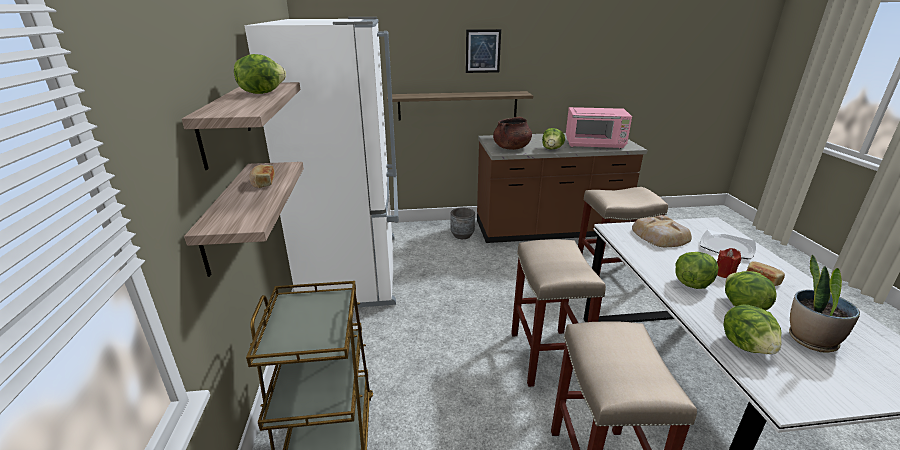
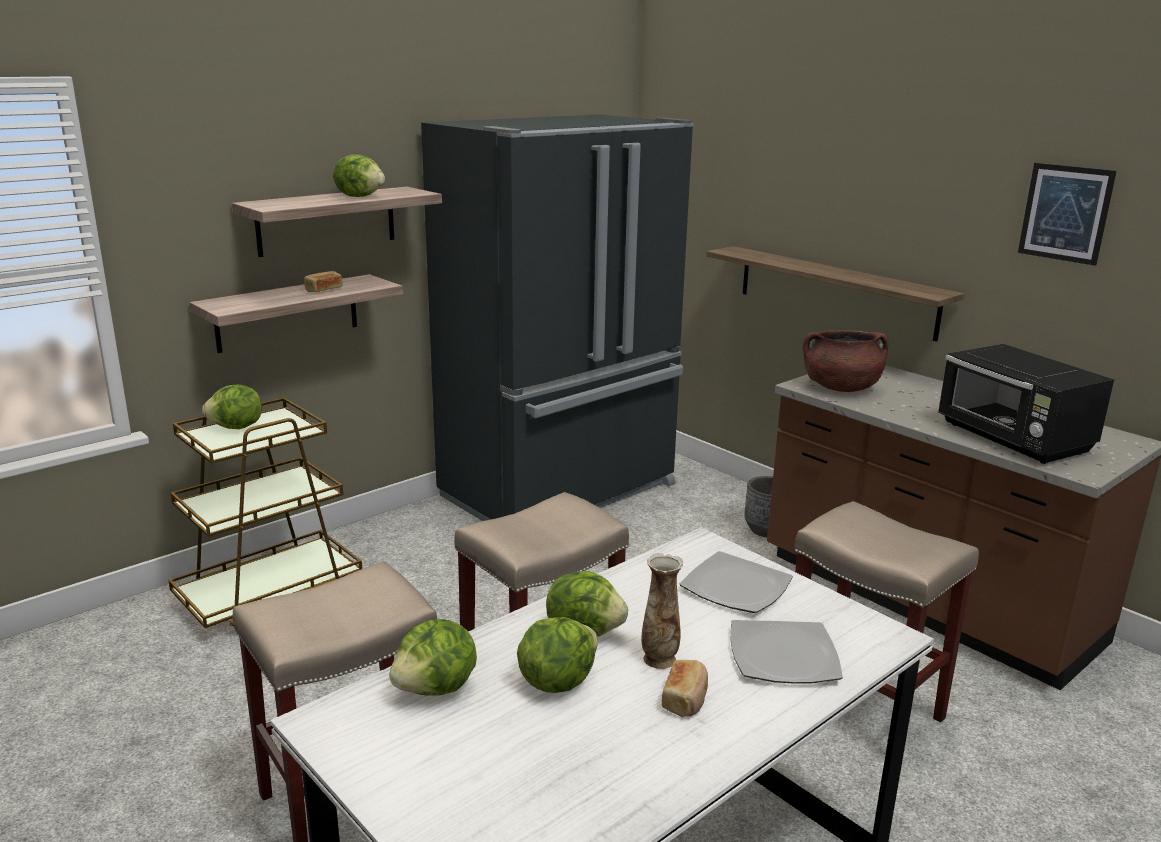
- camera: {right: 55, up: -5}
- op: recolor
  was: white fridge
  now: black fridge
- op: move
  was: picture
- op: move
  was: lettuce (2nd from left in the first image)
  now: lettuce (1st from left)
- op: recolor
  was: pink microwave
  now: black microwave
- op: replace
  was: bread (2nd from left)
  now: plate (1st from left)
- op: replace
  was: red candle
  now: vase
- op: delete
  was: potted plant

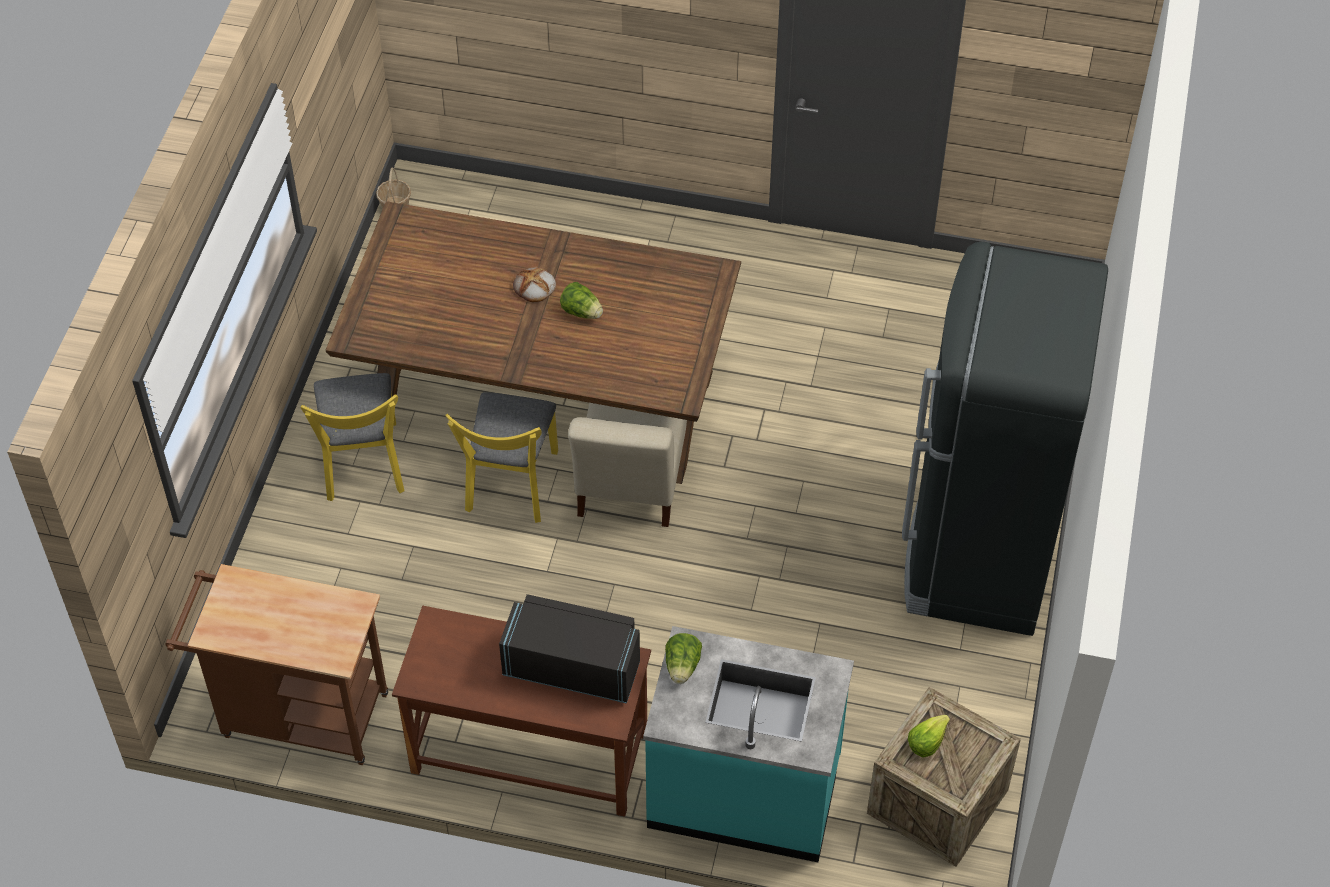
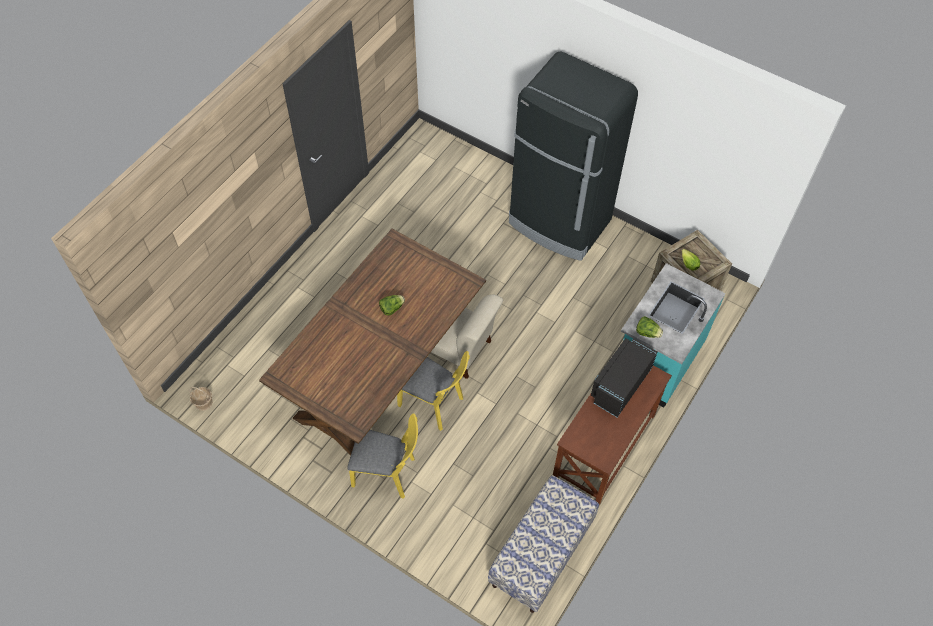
- camera: {right: -70, up: 5}
- op: replace
  was: brown cart
  now: bench
- op: delete
  was: bread

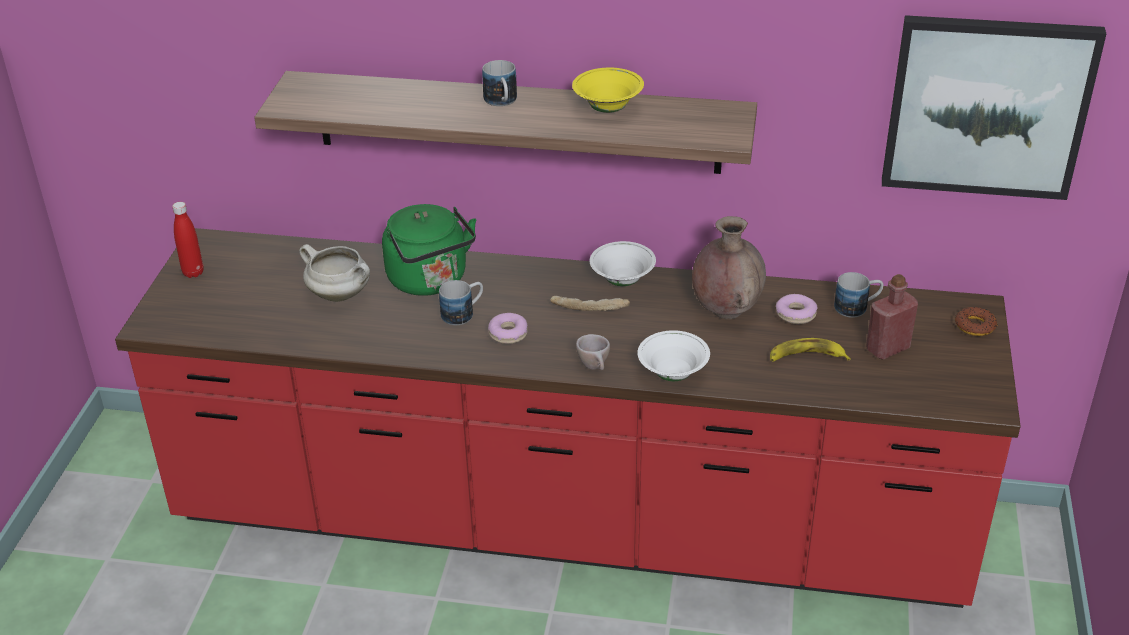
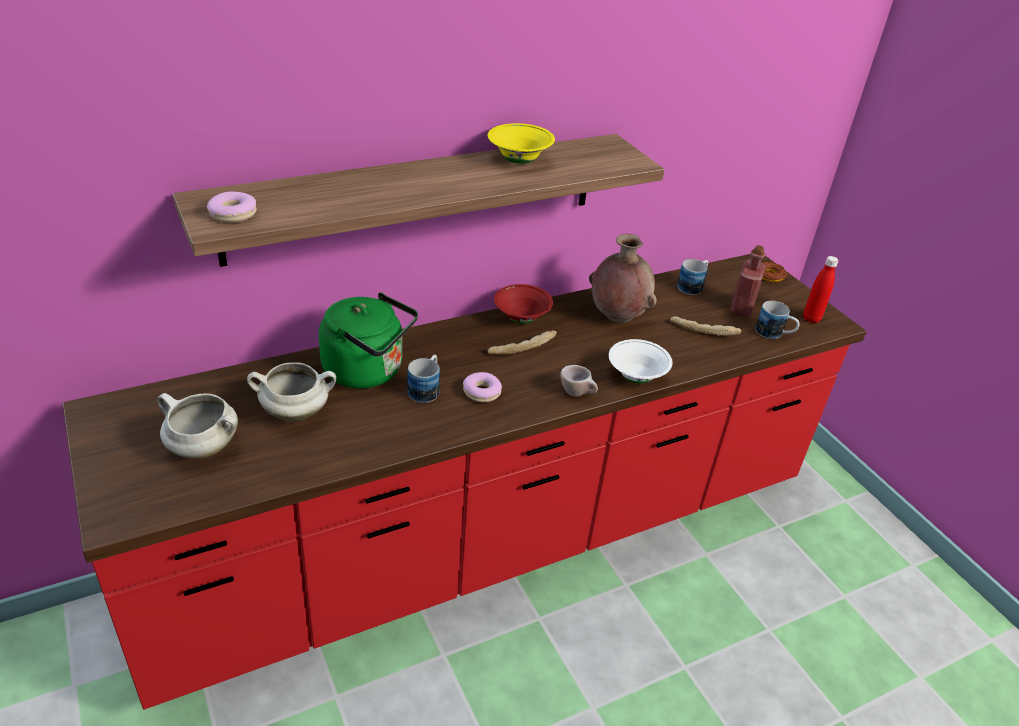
- camera: {right: -40, up: 0}
- op: move
  was: red bottle (1st from left in the first image)
  now: red bottle (2nd from left)
- op: move
  was: mug (2nd from left in the first image)
  now: mug (3rd from left)
- op: recolor
  was: white bowl (1st from left)
  now: red bowl
- op: replace
  was: banana
  now: bread (2nd from left)
- op: move
  was: donut (2nd from left in the first image)
  now: donut (1st from left)
- op: delete
  was: picture
- op: insert
  now: white cooking pot (1st from left)

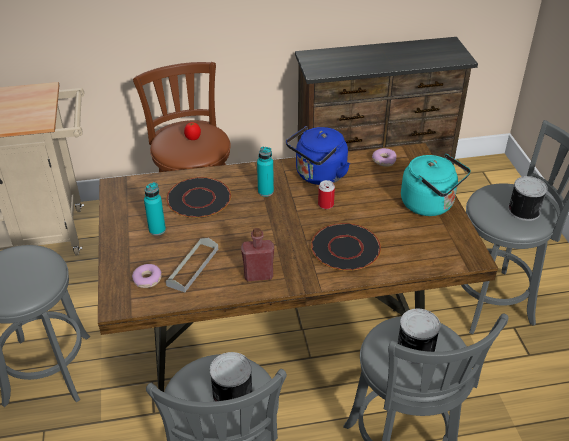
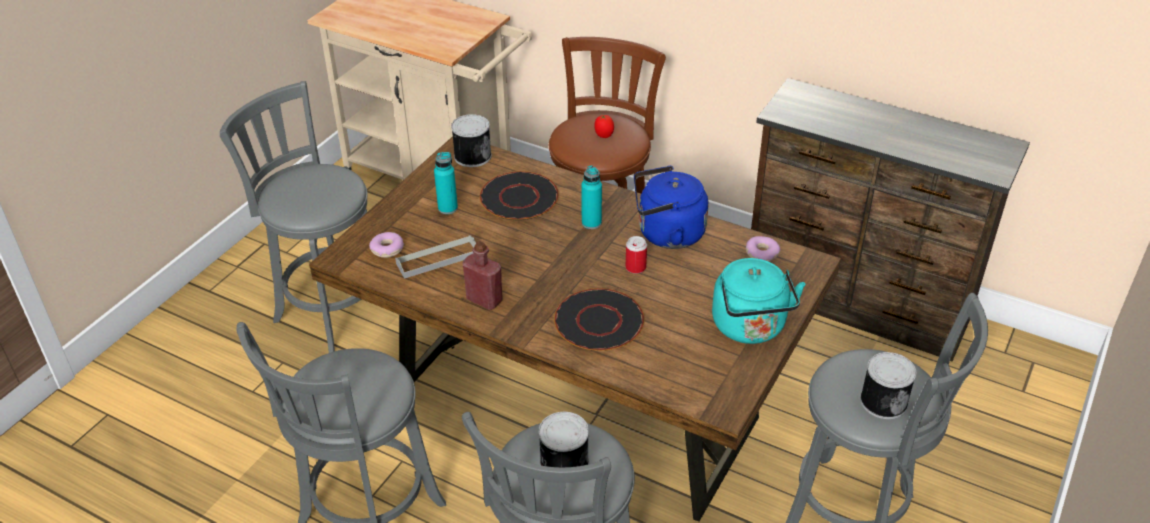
- camera: {right: 40, up: 0}
- op: move
  was: can (1st from left)

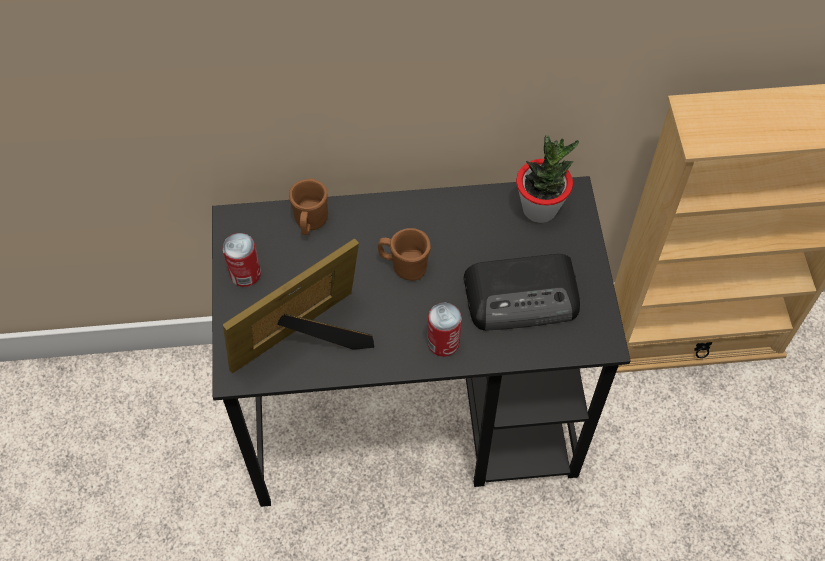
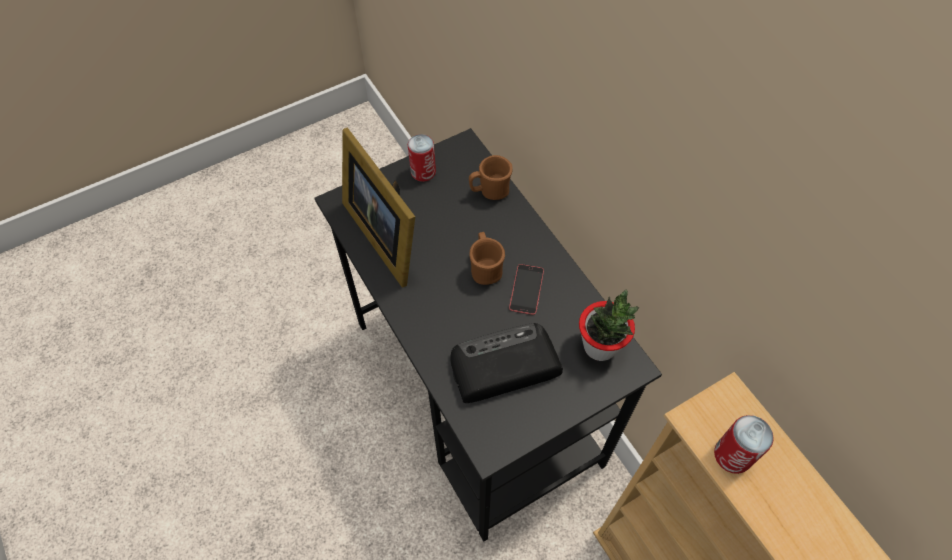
- camera: {right: 65, up: 0}
- op: rotate
  was: picture frame
  clockwise: -150
- op: move
  was: can (2nd from left)
- op: rotate
  was: radio
  clockwise: 105
- op: insert
  now: phone

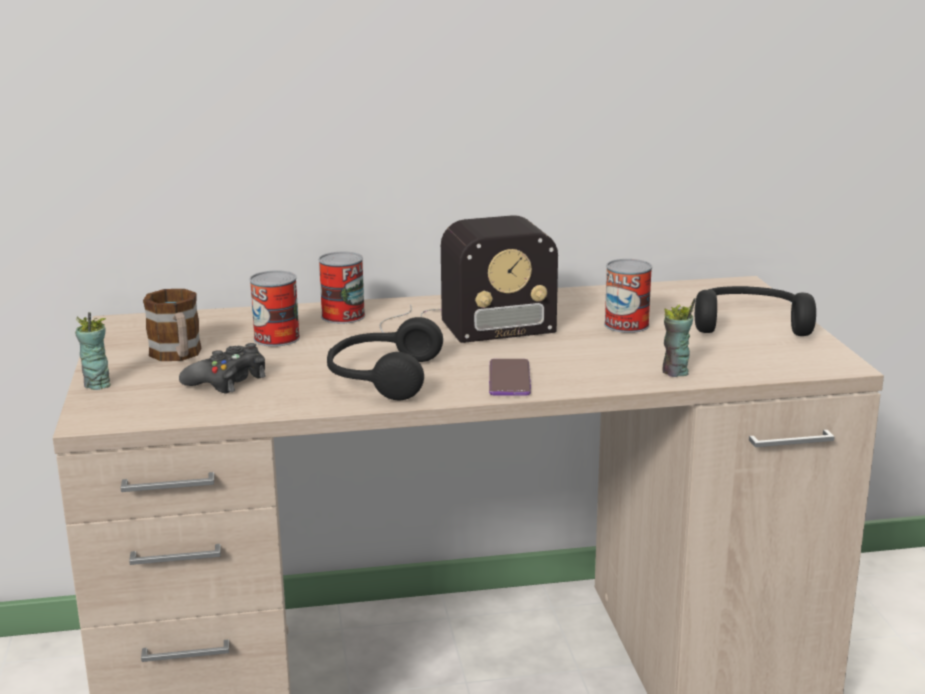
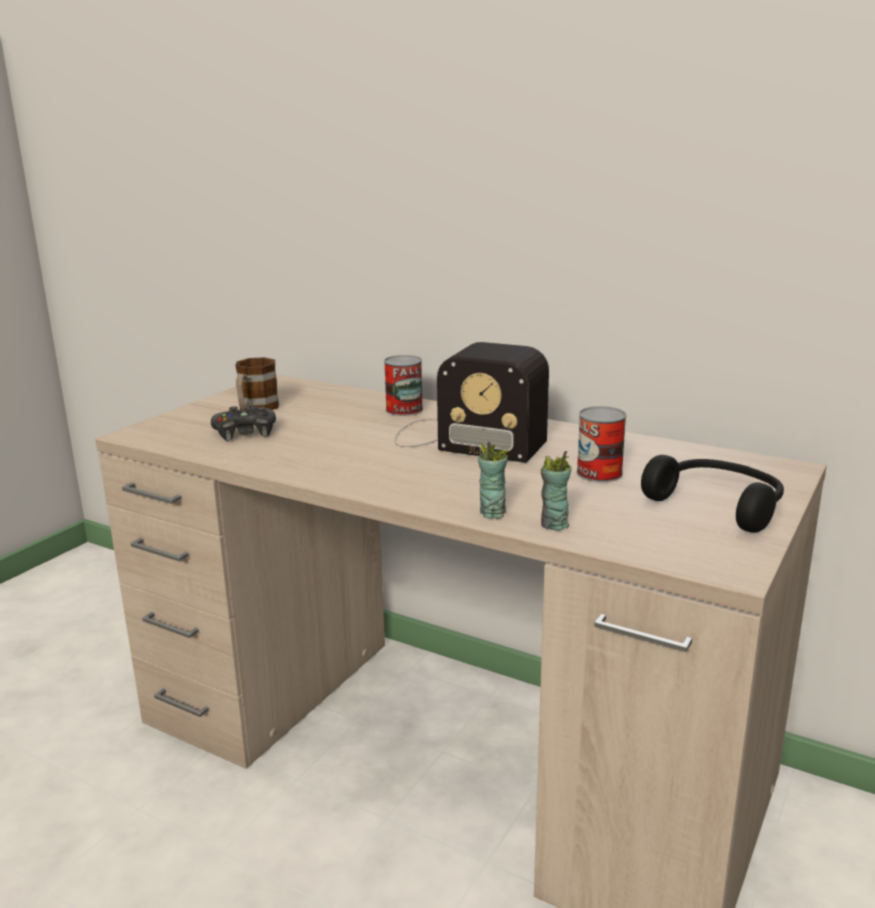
- camera: {right: 40, up: 0}
- op: move
  was: cup (1st from left)
- op: delete
  was: can (1st from left)
- op: delete
  was: black headphones (1st from left)
- op: delete
  was: phone

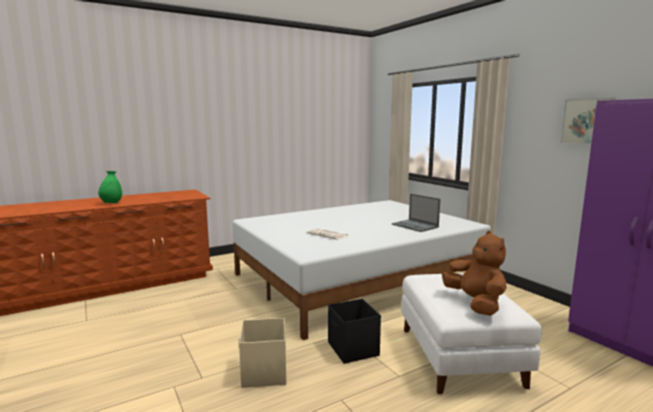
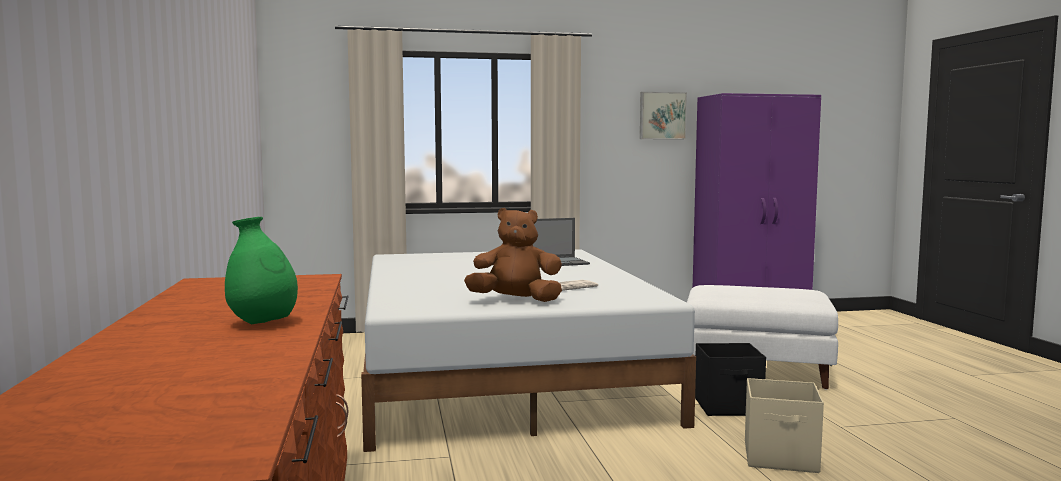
- camera: {right: -70, up: -5}
- op: move
  was: brown plush toy

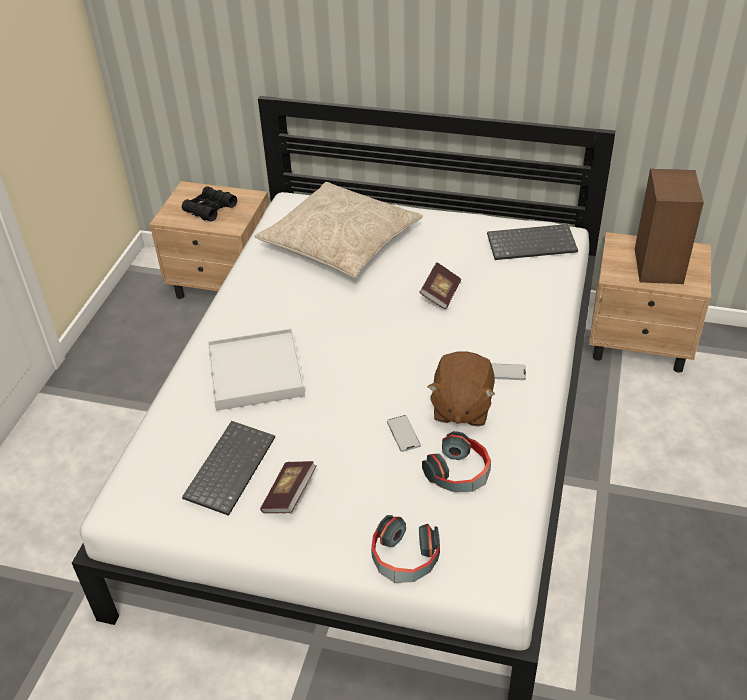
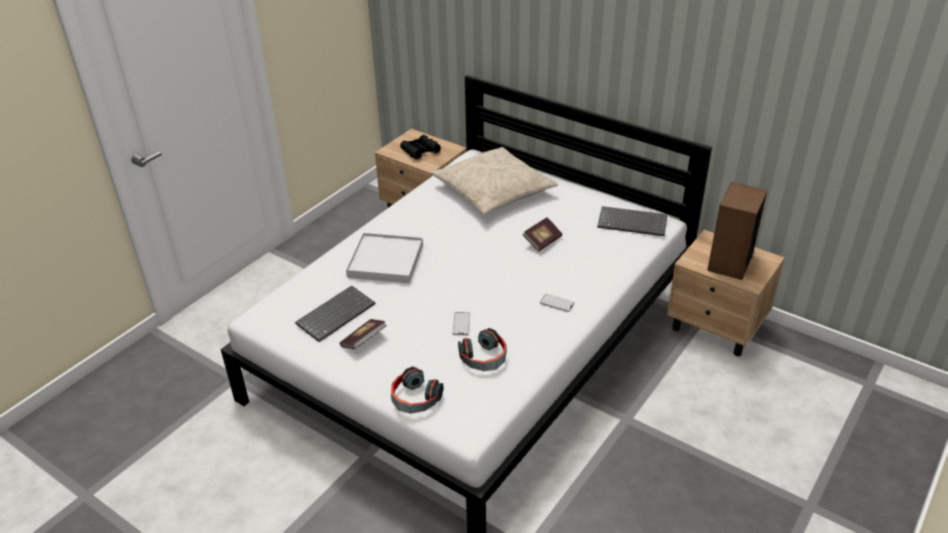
- camera: {right: 20, up: -5}
- op: delete
  was: brown plush toy

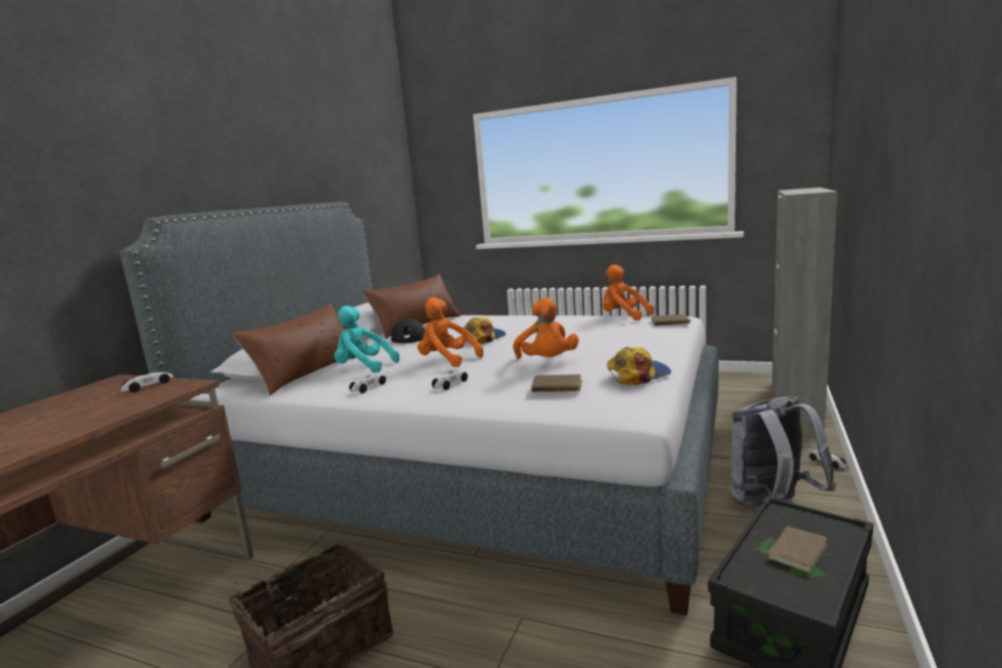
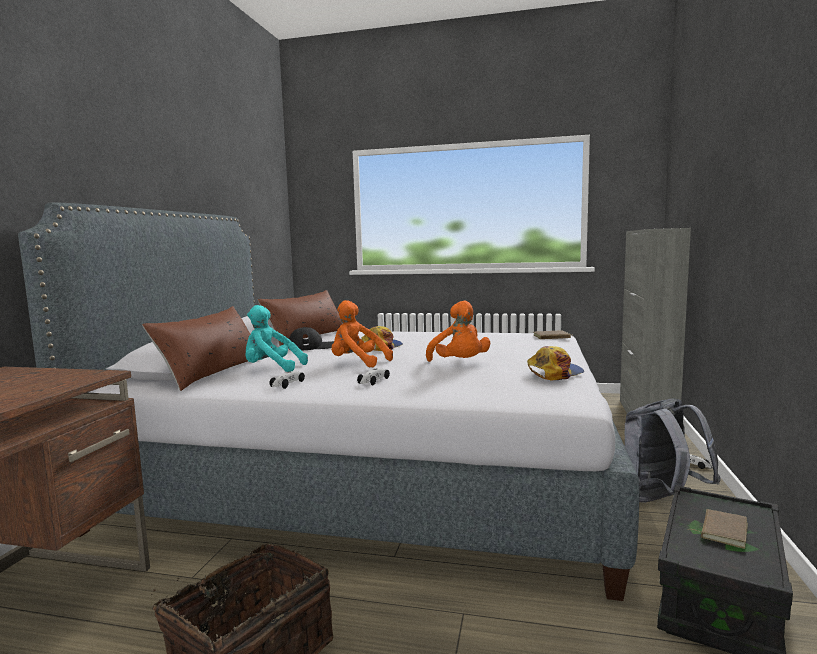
- camera: {right: -10, up: -5}
- op: delete
  was: toy car (1st from left)
- op: delete
  was: brown book (1st from left)
- op: delete
  was: orange plush toy (3rd from left)

